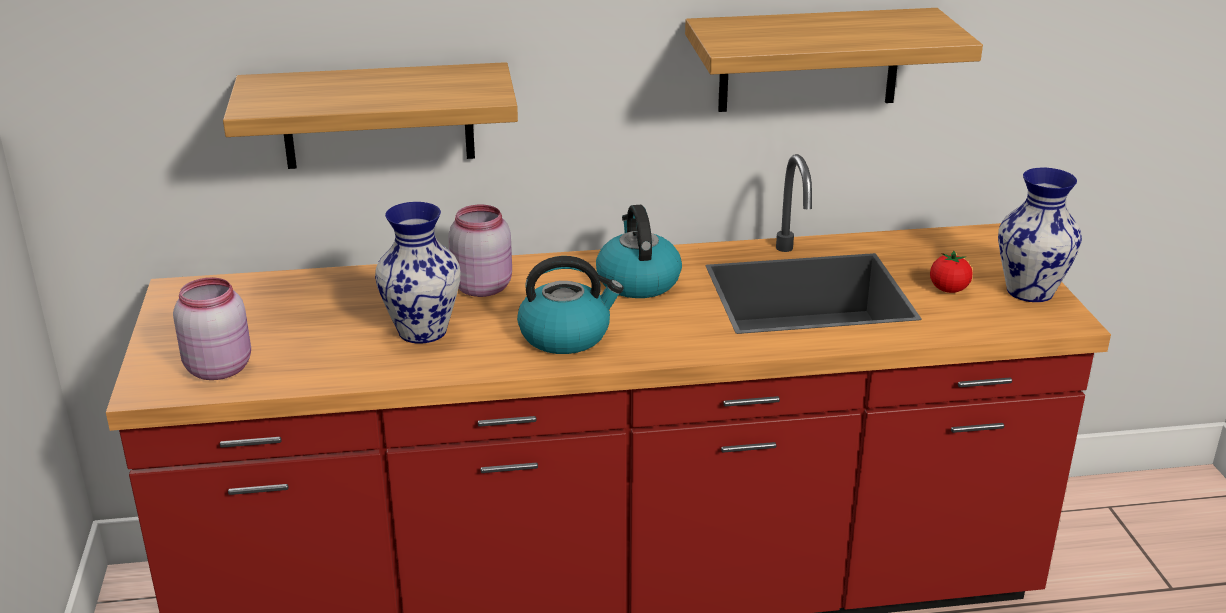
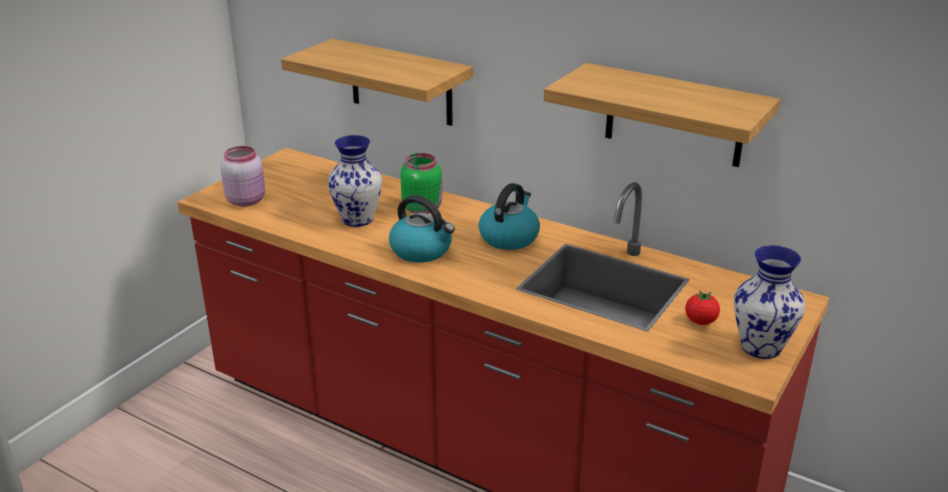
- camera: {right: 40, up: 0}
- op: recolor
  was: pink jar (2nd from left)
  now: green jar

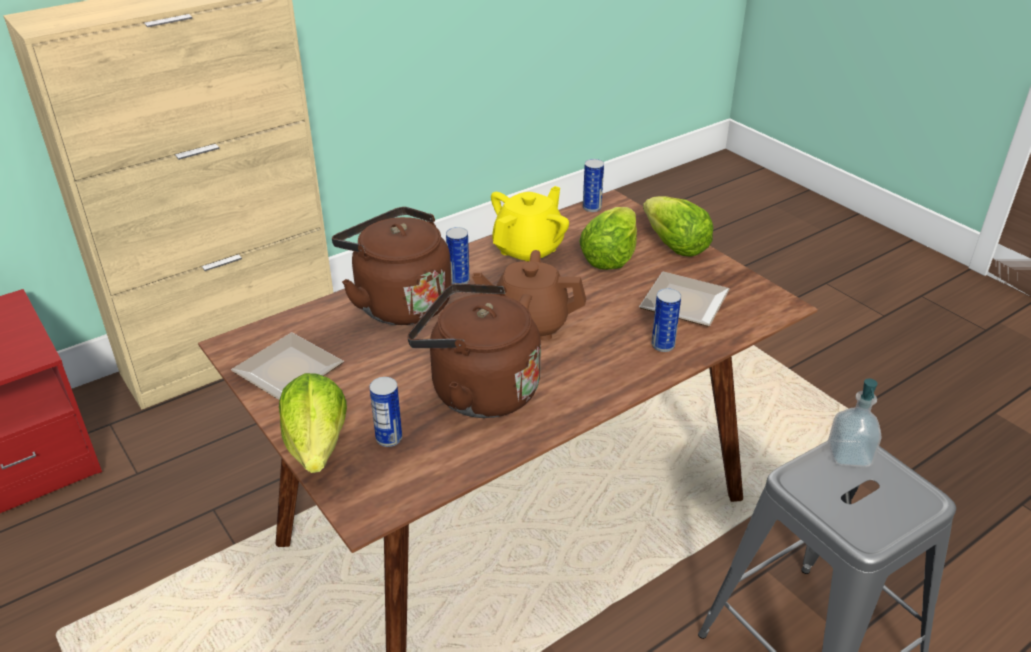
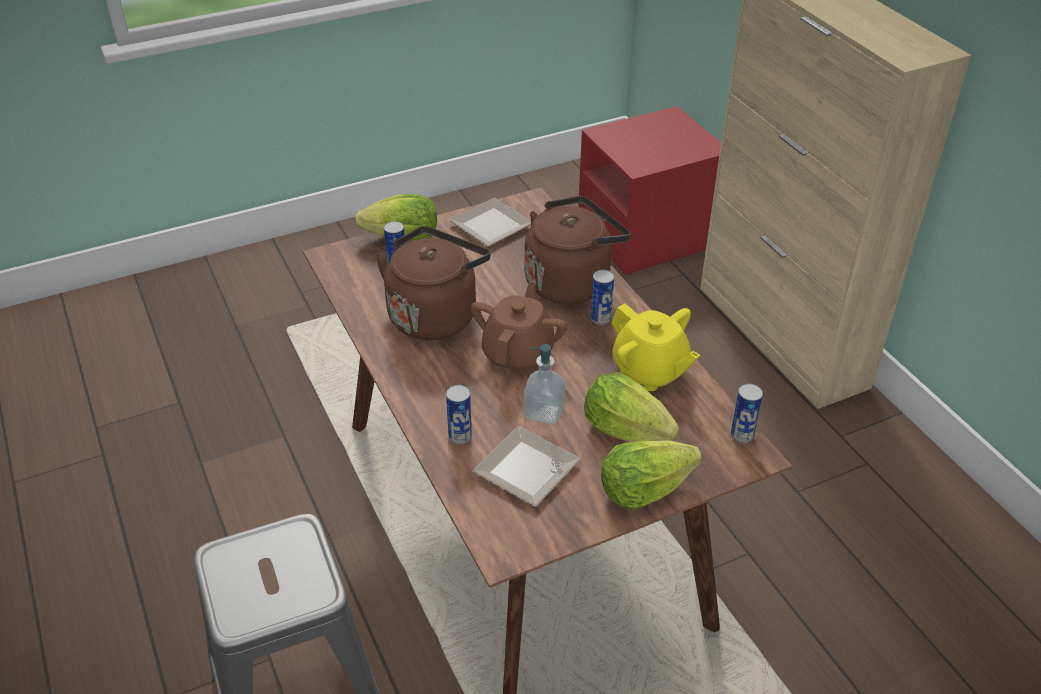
- camera: {right: 100, up: 5}
- op: move
  was: soap dispenser

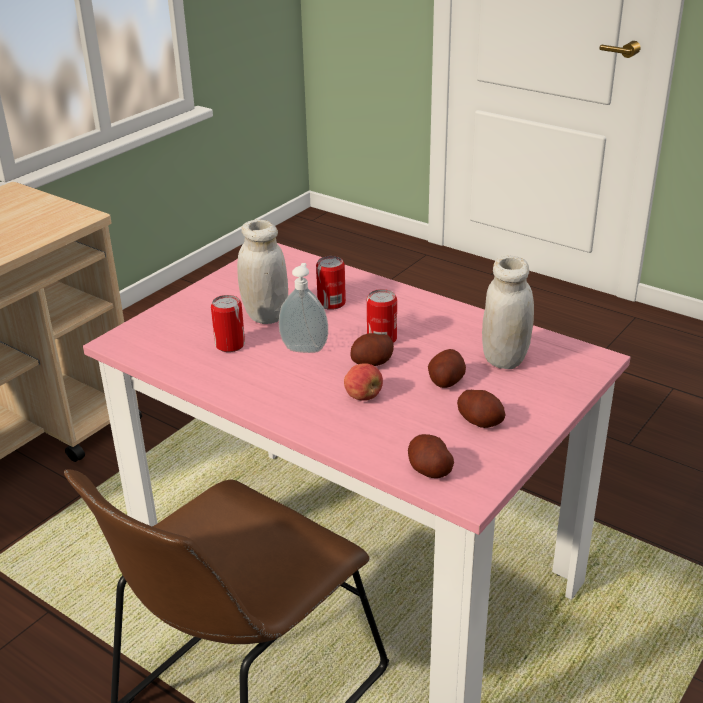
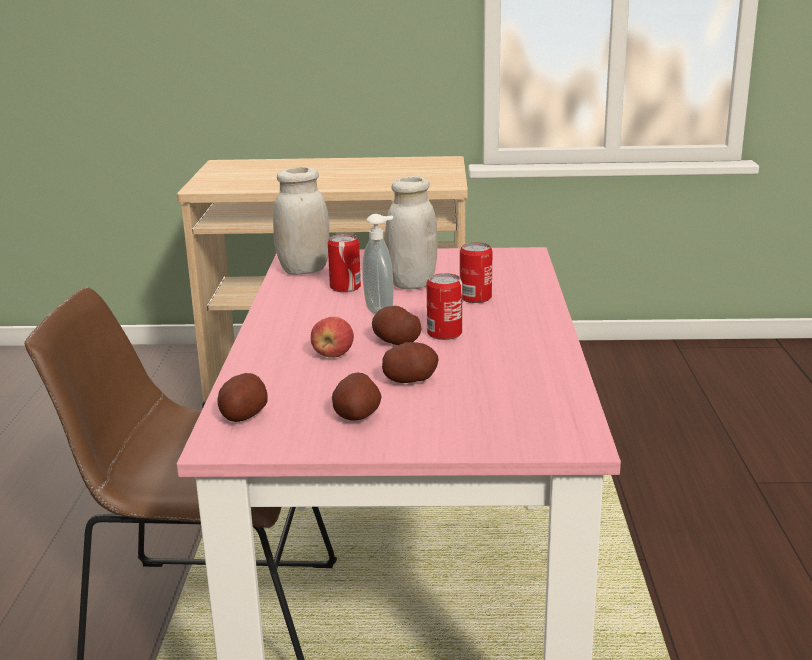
- camera: {right: 55, up: -10}
- op: move
  was: white jar (2nd from left in the first image)
  now: white jar (1st from left)

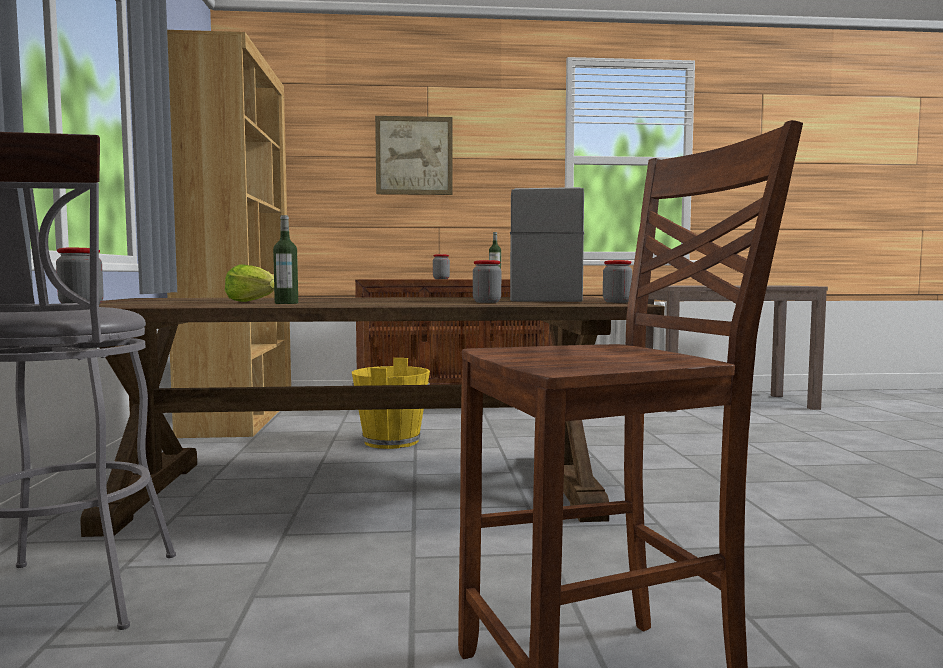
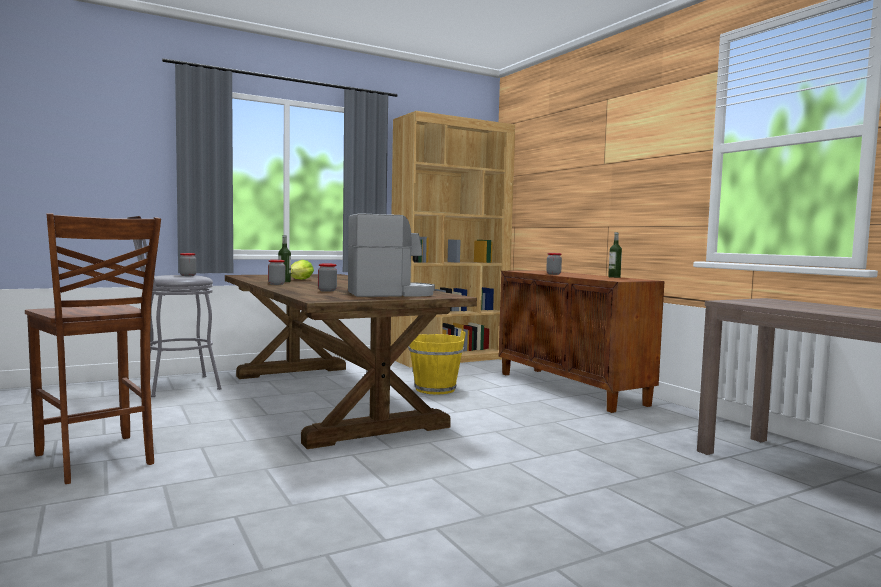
- camera: {right: 65, up: 0}
- op: delete
  was: picture
- op: move
  was: jar (4th from left in the first image)
  now: jar (2nd from left)

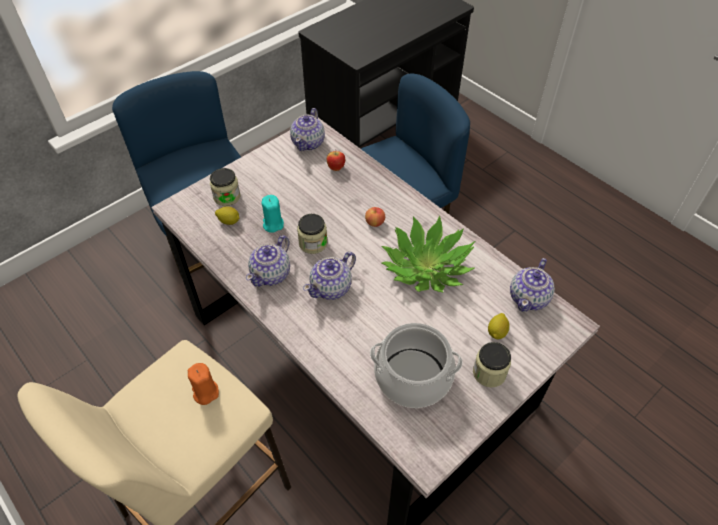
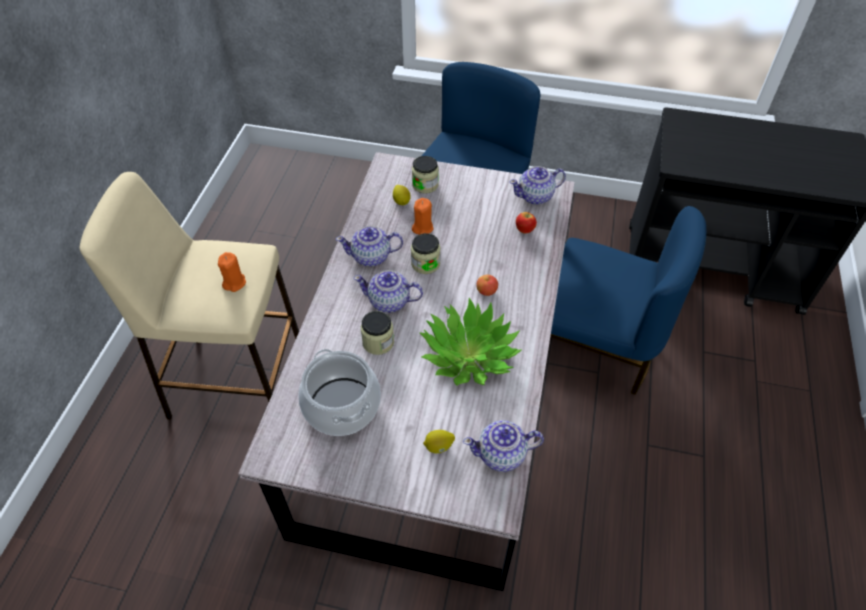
- camera: {right: 55, up: 0}
- op: recolor
  was: turquoise candle
  now: orange candle (2nd from left)
- op: move
  was: jar (3rd from left in the first image)
  now: jar (1st from left)

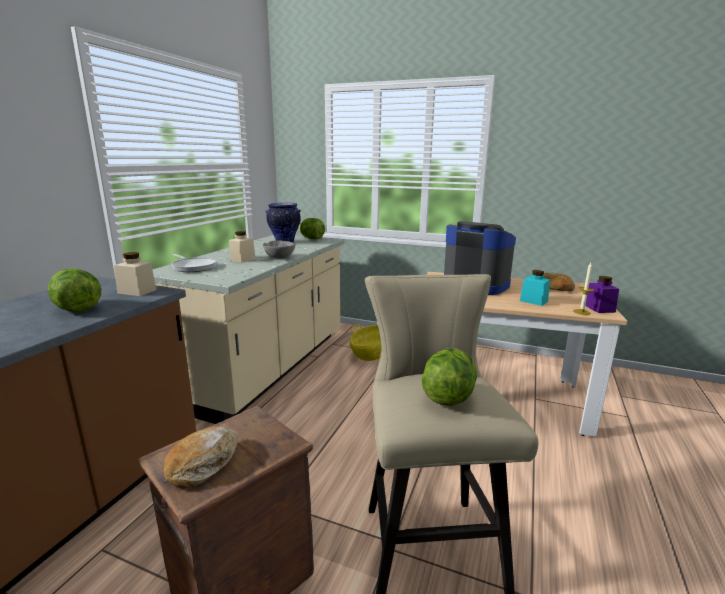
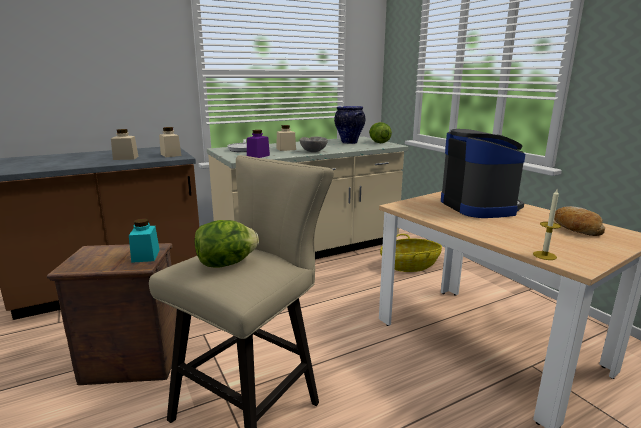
- camera: {right: 40, up: 0}
- op: replace
  was: lettuce (1st from left)
  now: beige jar (1st from left)
- op: delete
  was: bread (1st from left)
- op: move
  was: turquoise jar
- op: move
  was: purple jar

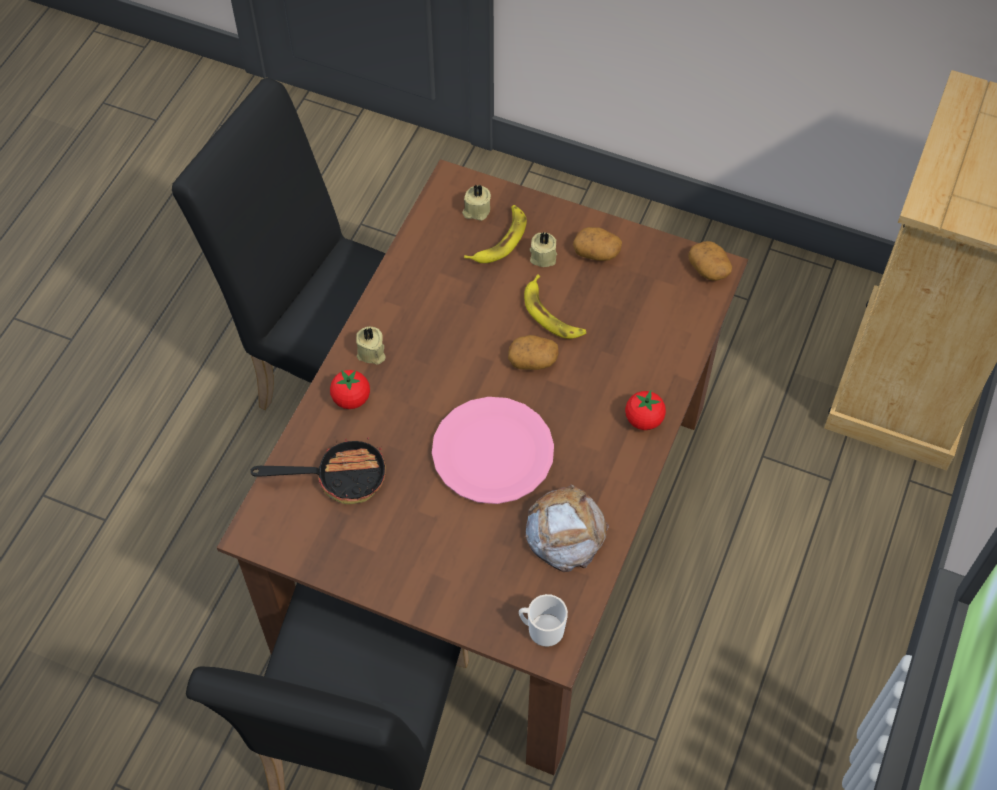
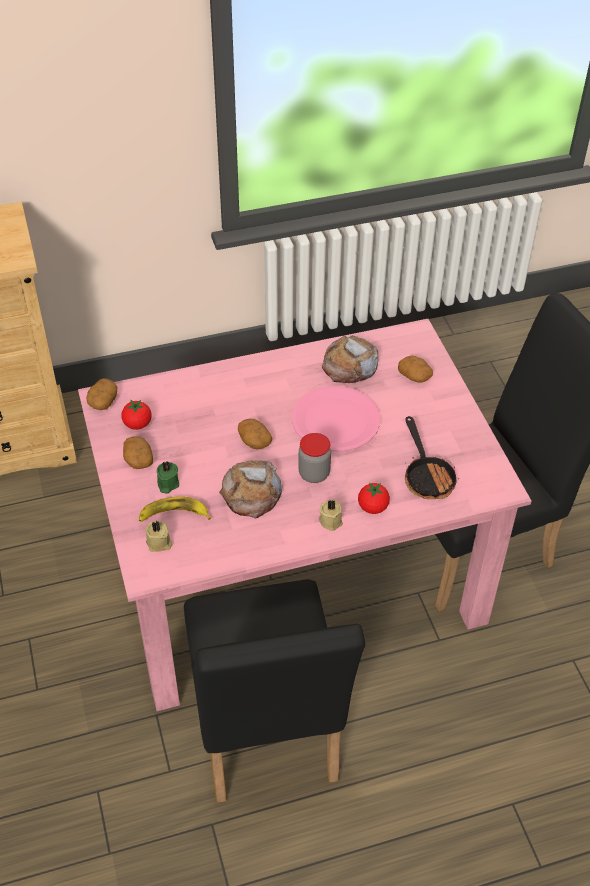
- camera: {right: -130, up: -10}
- op: recolor
  was: brown dining table
  now: pink dining table
- op: rotate
  was: frying pan
  clockwise: -150
- op: delete
  was: mug
- op: delete
  was: banana (2nd from left)
- op: recolor
  was: beige candle (3rd from left)
  now: green candle
- op: move
  was: tomato (2nd from left in the first image)
  now: tomato (1st from left)
- op: insert
  now: bread (1st from left)
- op: insert
  now: jar
- op: insert
  now: potato (4th from left)

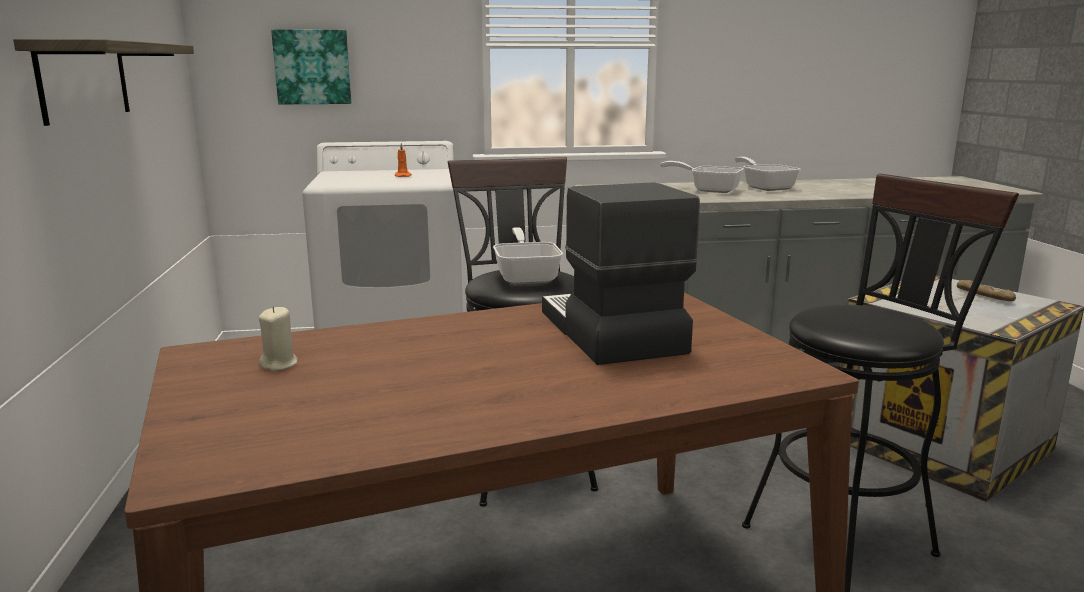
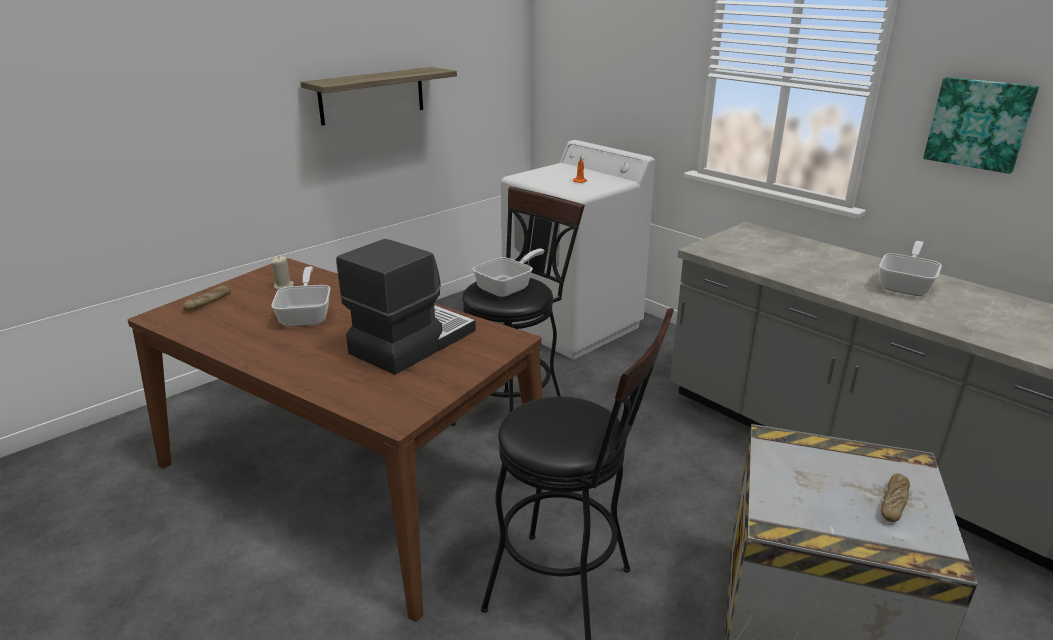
- camera: {right: 55, up: 10}
- op: move
  was: picture
- op: move
  was: frying pan (2nd from left in the first image)
  now: frying pan (1st from left)
- op: insert
  now: bread (1st from left)

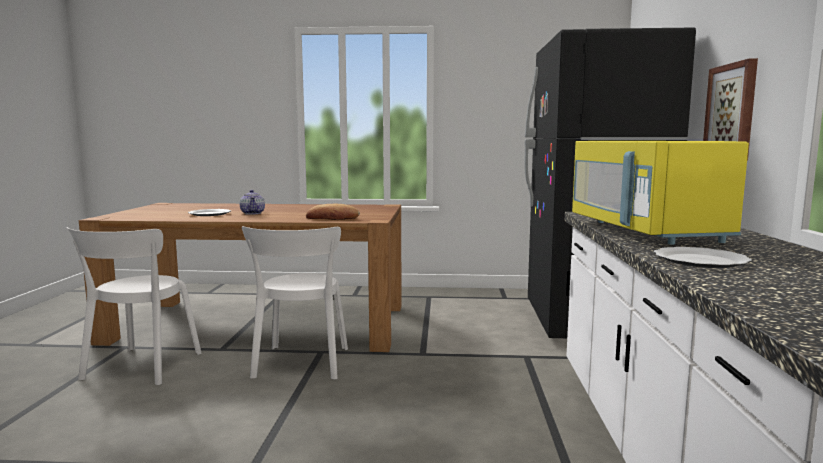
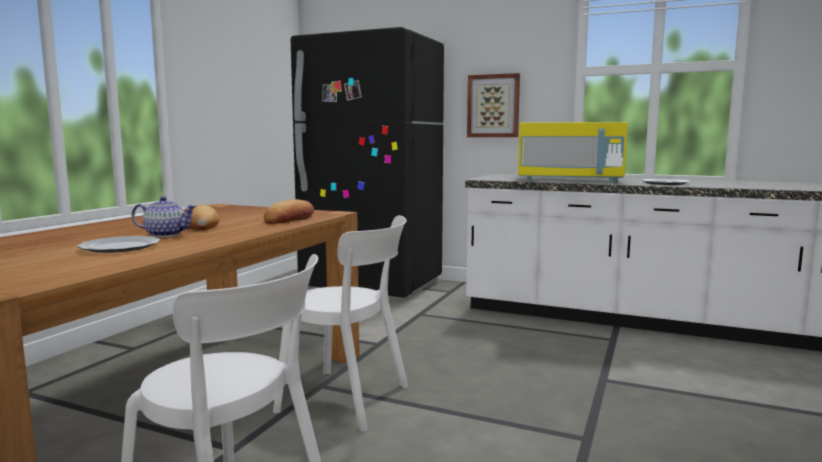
- camera: {right: -70, up: 0}
- op: insert
  now: bread (1st from left)

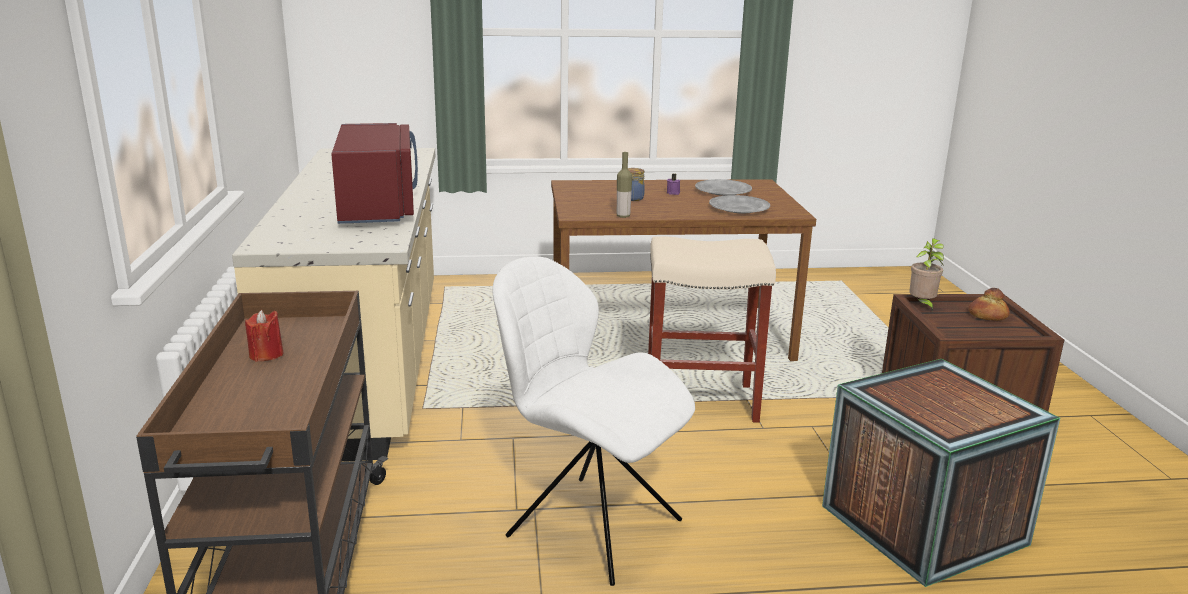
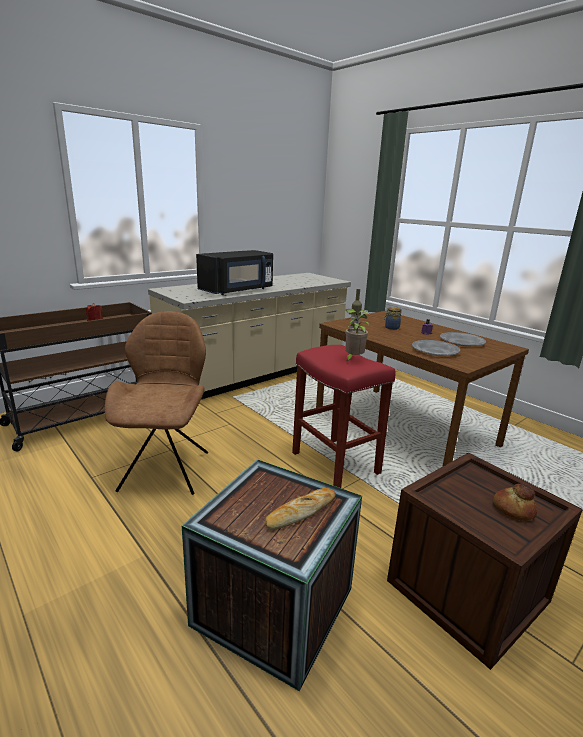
- camera: {right: 55, up: 0}
- op: recolor
  was: red microwave
  now: black microwave
- op: recolor
  was: white chair
  now: brown chair
- op: recolor
  was: beige stool
  now: red stool
- op: move
  was: potted plant
- op: insert
  now: bread (1st from left)

